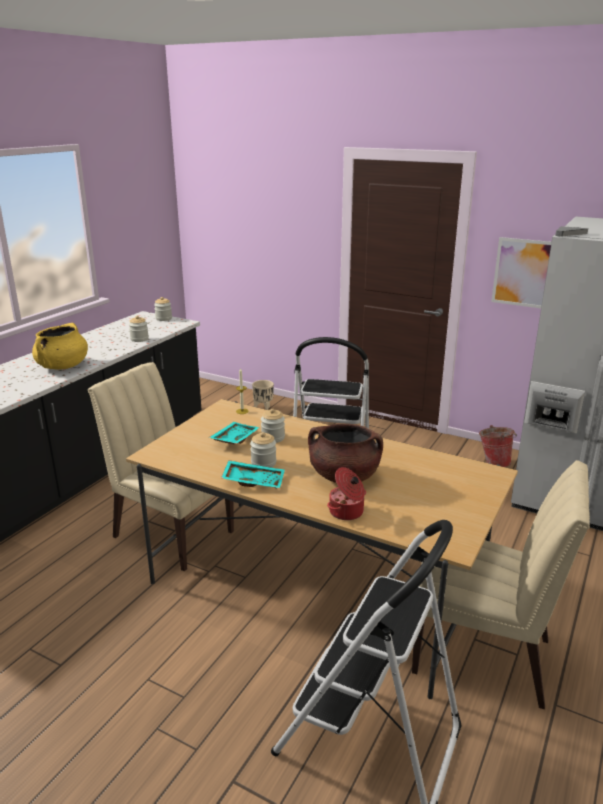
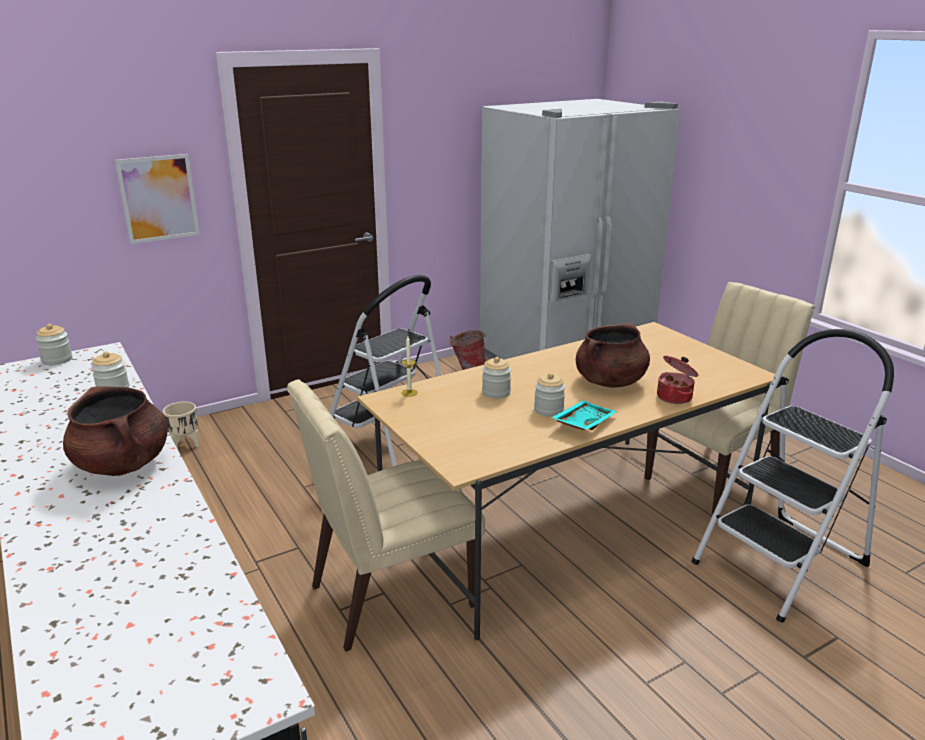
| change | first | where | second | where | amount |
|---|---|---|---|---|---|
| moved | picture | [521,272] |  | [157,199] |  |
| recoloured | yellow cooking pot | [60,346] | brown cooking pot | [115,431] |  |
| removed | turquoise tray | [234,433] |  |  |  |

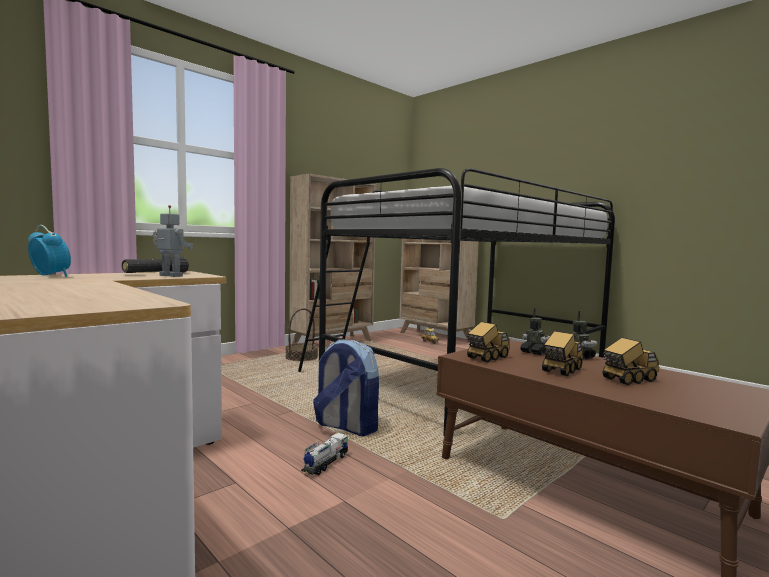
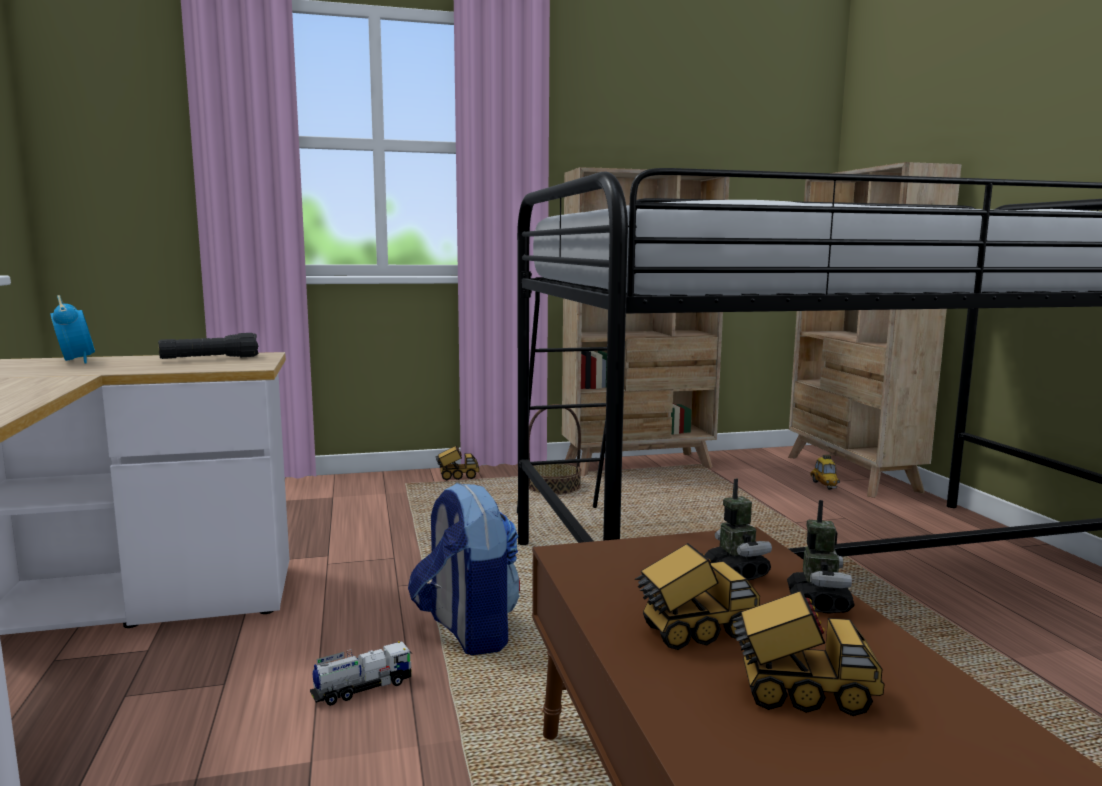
| change | first | where | second | where | amount |
|---|---|---|---|---|---|
| removed | toy robot | [173,241] |  |  |  |
| moved | toy truck | [488,342] |  | [457,463] |  |

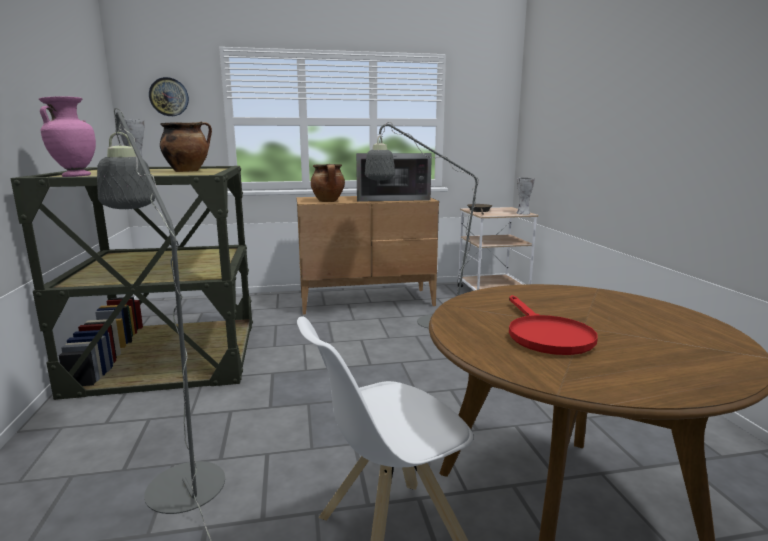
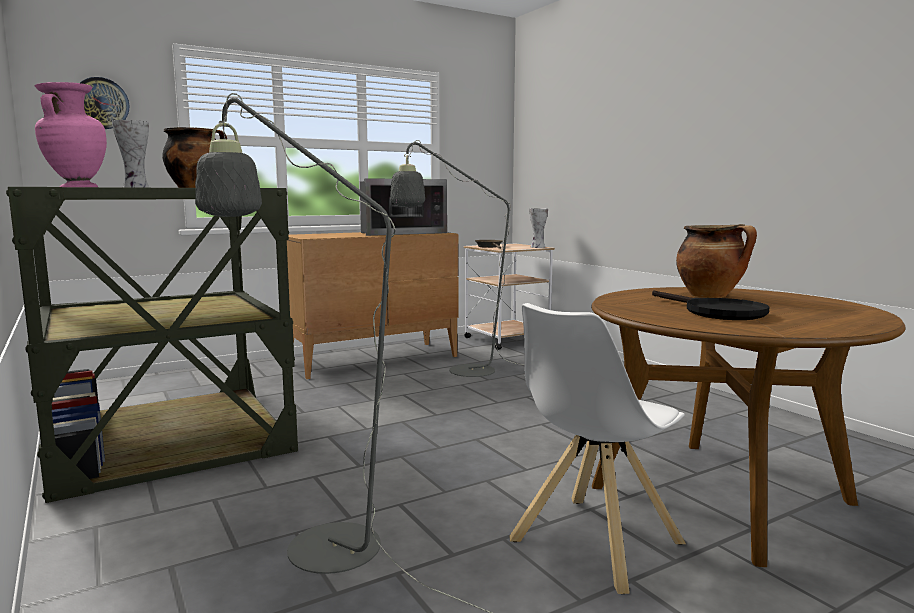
| change | first | where | second | where | amount |
|---|---|---|---|---|---|
| moved | cooking pot | [328,183] |  | [716,261] |  |
| recoloured | red frying pan | [553,325] | black frying pan | [710,305] |  |

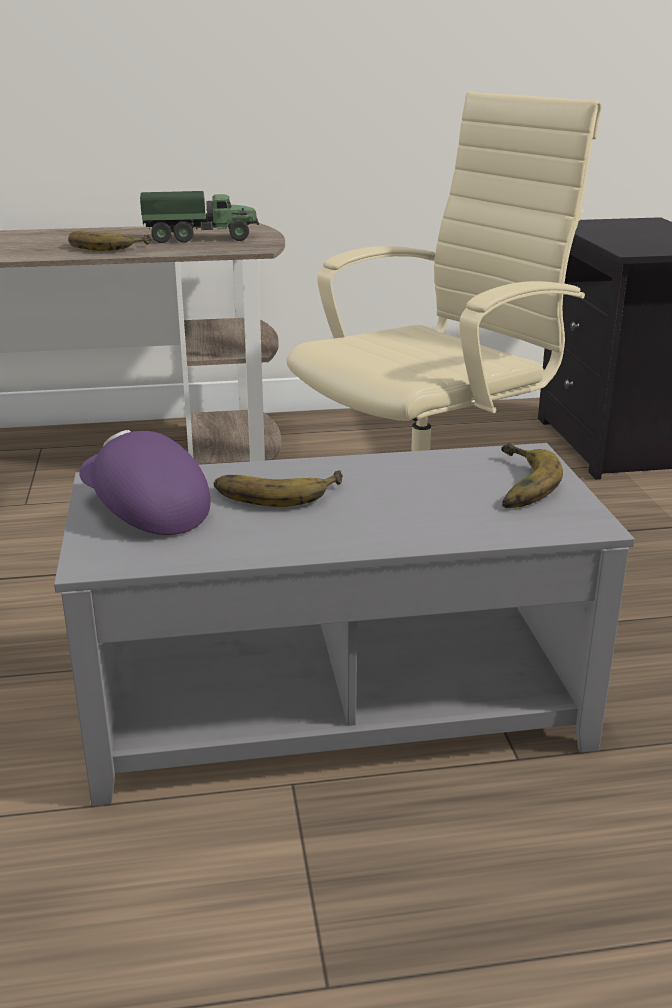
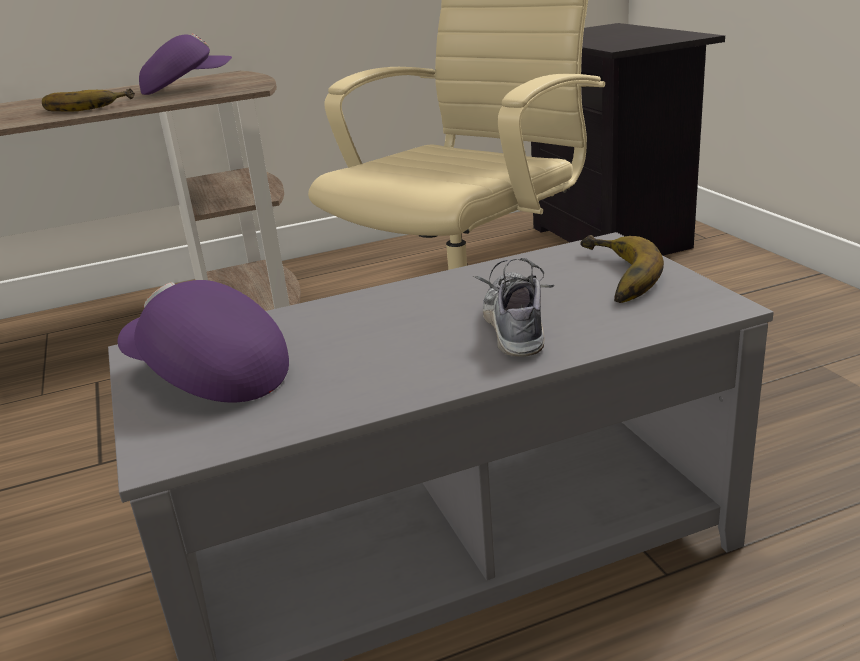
| change | first | where | second | where | amount |
|---|---|---|---|---|---|
| replaced | toy truck | [199,217] | purple cap | [185,64] |  |
| removed | banana | [278,488] |  |  |  |
| added |  |  | shoe | [513,307] |  |

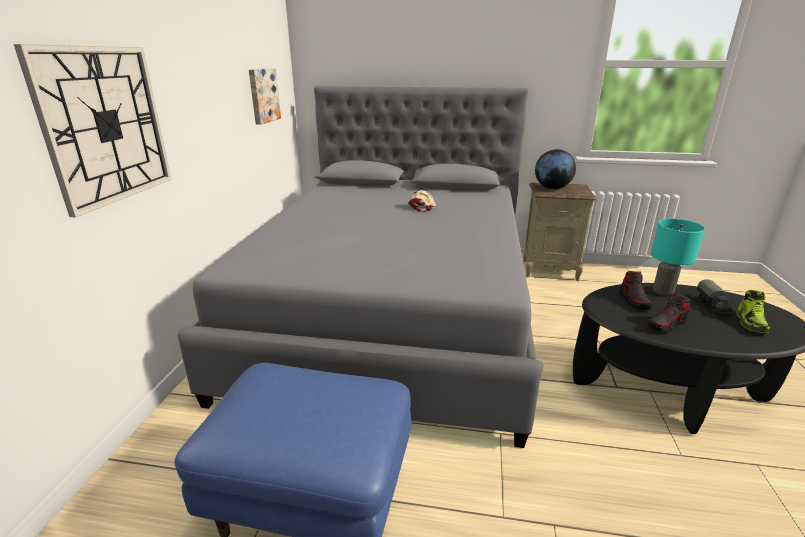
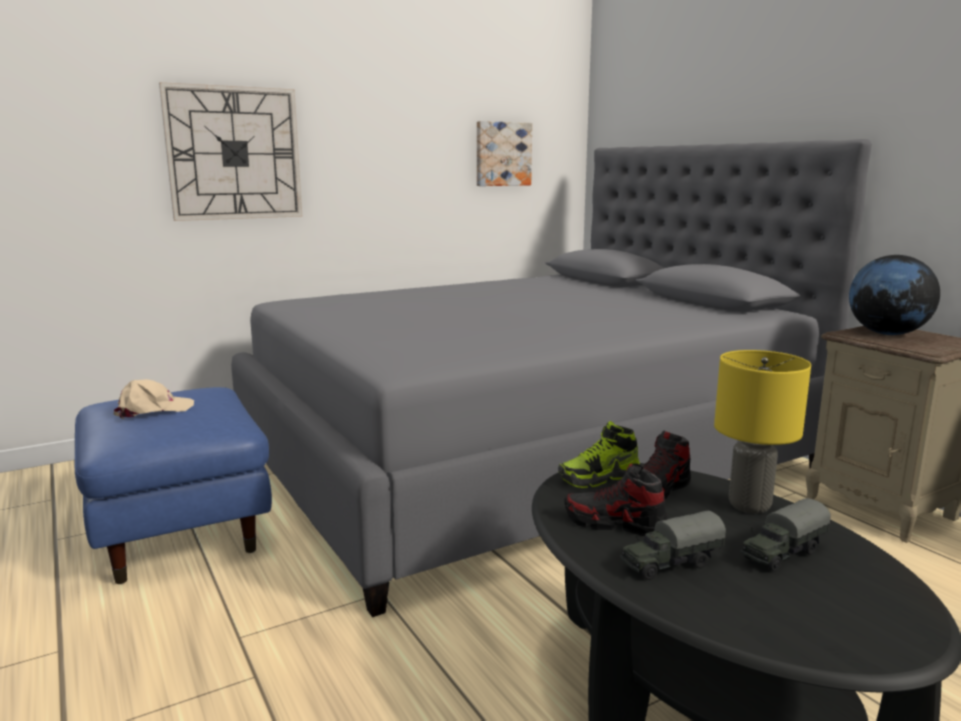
| change | first | where | second | where | amount |
|---|---|---|---|---|---|
| moved | beige cap | [422,200] |  | [153,399] |  |
| recoloured | turquoise table lamp | [678,257] | yellow table lamp | [762,432] |  |
| moved | shoe | [753,312] |  | [599,454] |  |
| added |  |  | toy truck | [673,545] |  |

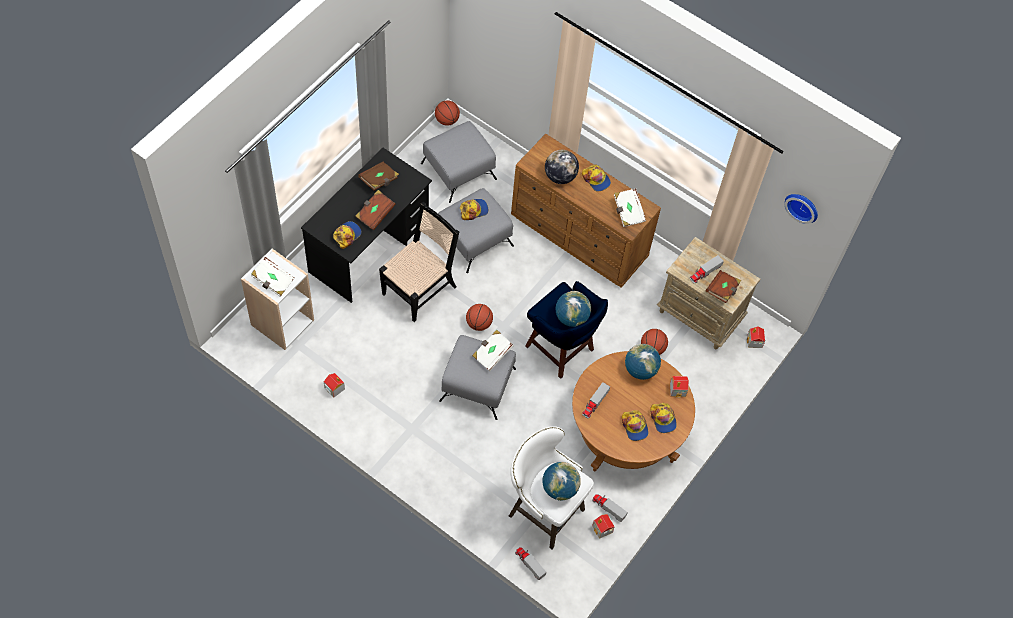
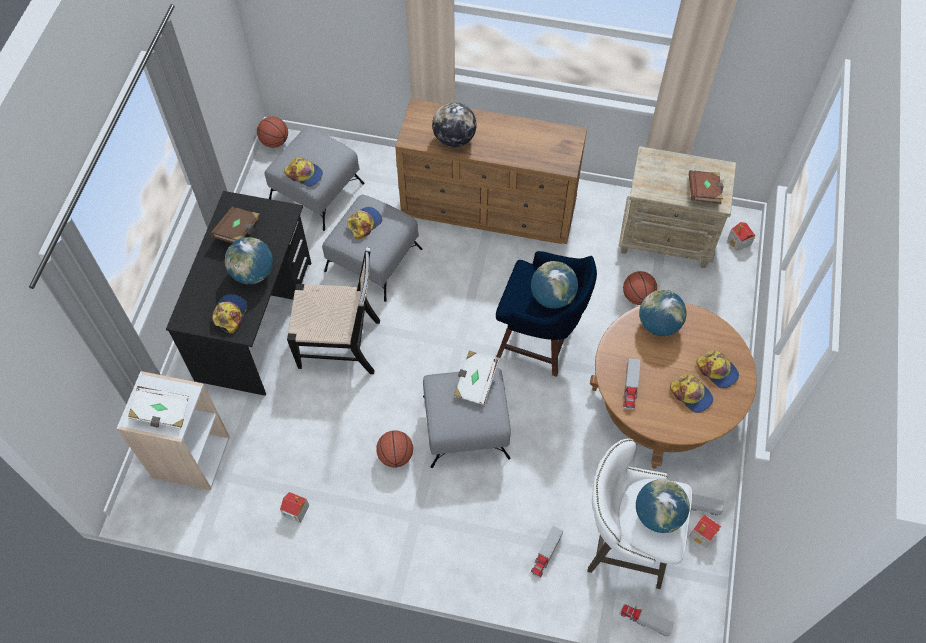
| change | first | where | second | where | amount |
|---|---|---|---|---|---|
| moved | cap | [596,178] |  | [303,172] |  |
| removed | white book | [630,207] |  |  |  |
| replaced | brown book | [375,210] | globe | [249,260] |  |
| removed | wall clock | [801,209] |  |  |  |
| turned | chair | [419,262] |  | [333,310] | 75 degrees clockwise |
| moved | toy truck | [707,269] |  | [547,552] |  |
| moved | basketball | [479,317] |  | [394,449] |  |
| removed | toy house | [679,386] |  |  |  |

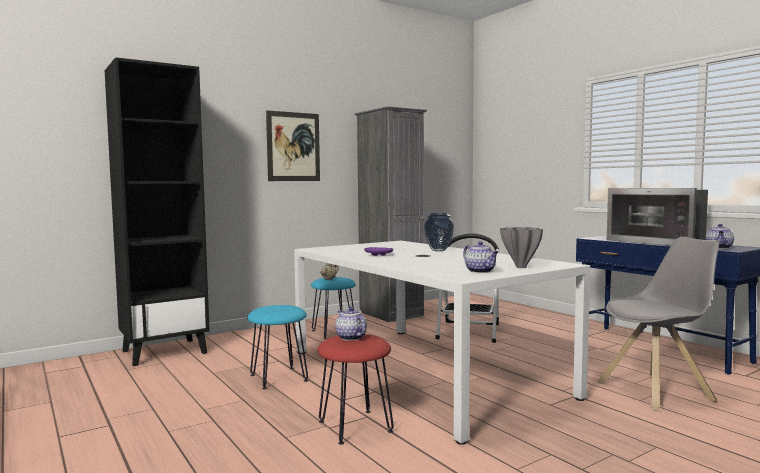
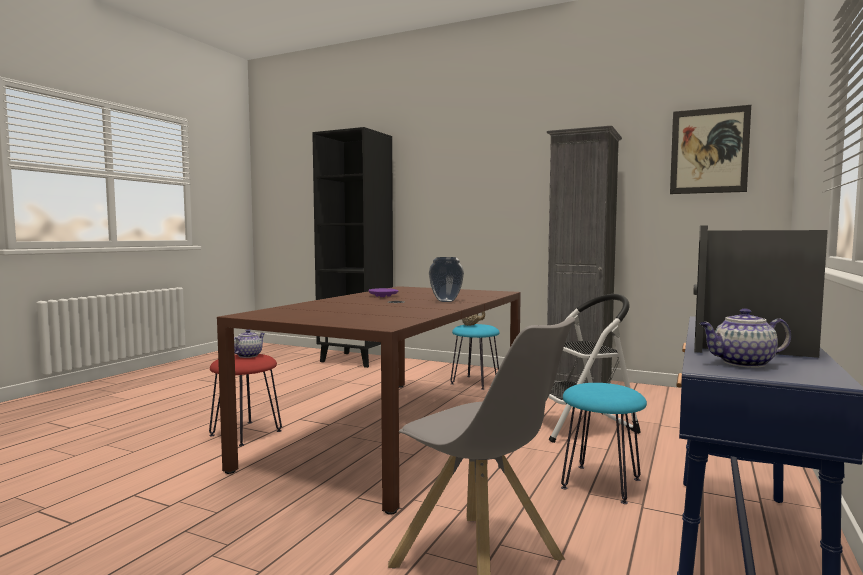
| change | first | where | second | where | amount |
|---|---|---|---|---|---|
| moved | picture | [293,145] |  | [710,149] |  |
| removed | grey vase | [521,247] |  |  |  |
| recoloured | white dining table | [442,343] | brown dining table | [369,400] |  |
| removed | teapot | [481,257] |  |  |  |
| moved | turquoise stool | [277,347] |  | [604,443] |  |

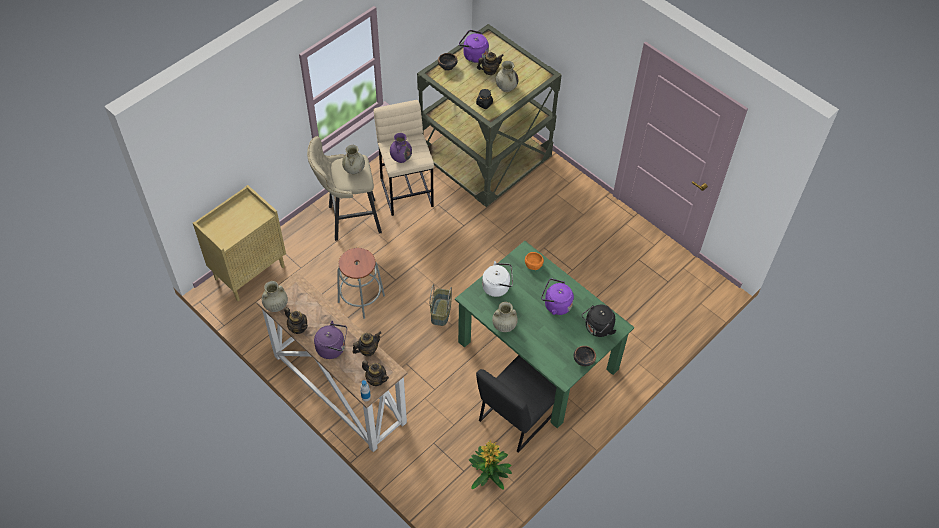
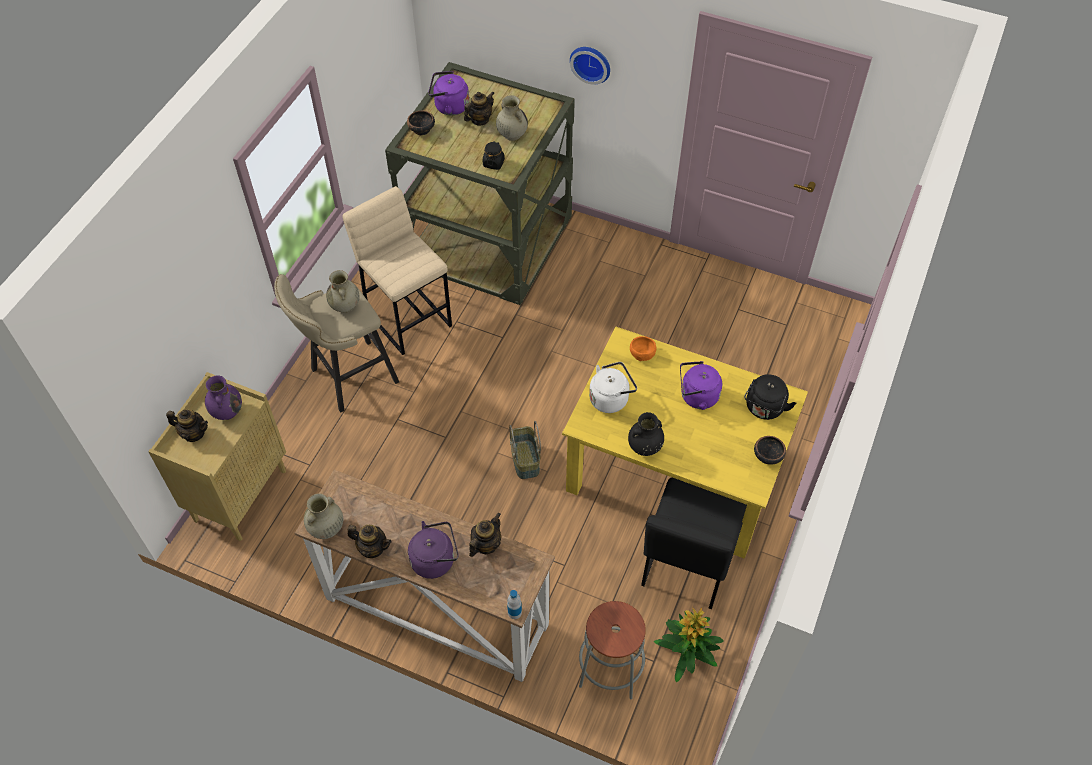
| change | first | where | second | where | amount |
|---|---|---|---|---|---|
| moved | purple vase | [401,148] |  | [223,397] |  |
| recoloured | green dining table | [545,334] | yellow dining table | [685,443] |  |
| moved | grey stool | [361,283] |  | [612,650] |  |
| recoloured | beige vase | [505,317] | black vase | [646,434] |  |
| moved | teapot | [375,373] |  | [187,425] |  |
| added |  |  | wall clock | [590,66] |  |

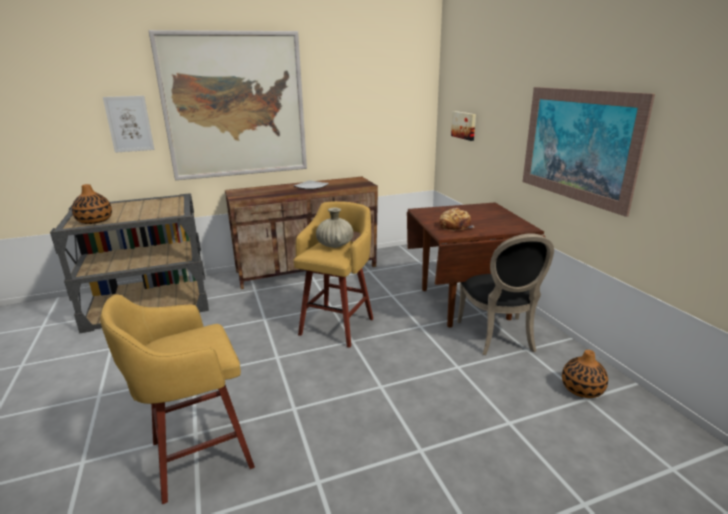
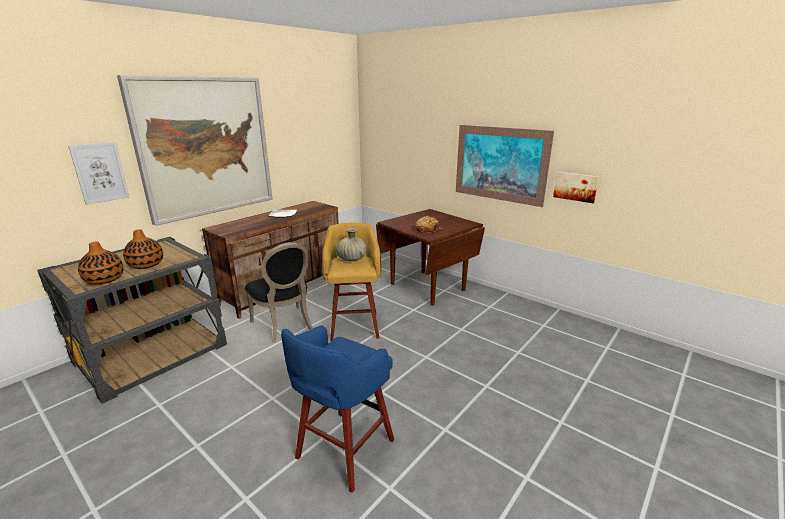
| change | first | where | second | where | amount |
|---|---|---|---|---|---|
| moved | picture | [463,126] |  | [576,187] |  |
| moved | black chair | [505,294] |  | [279,292] |  |
| recoloured | yellow stool | [177,399] | blue stool | [337,409] |  |
| moved | vase | [585,374] |  | [143,249] |  |

